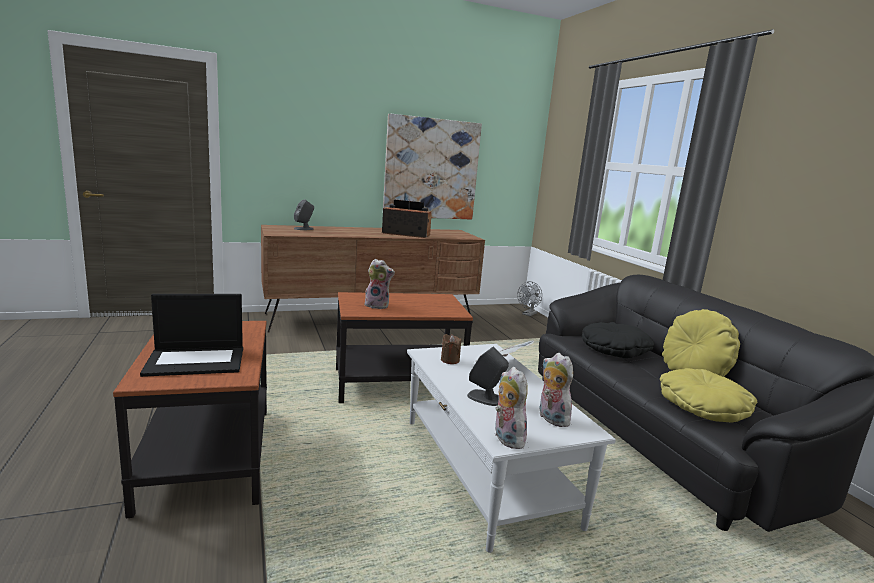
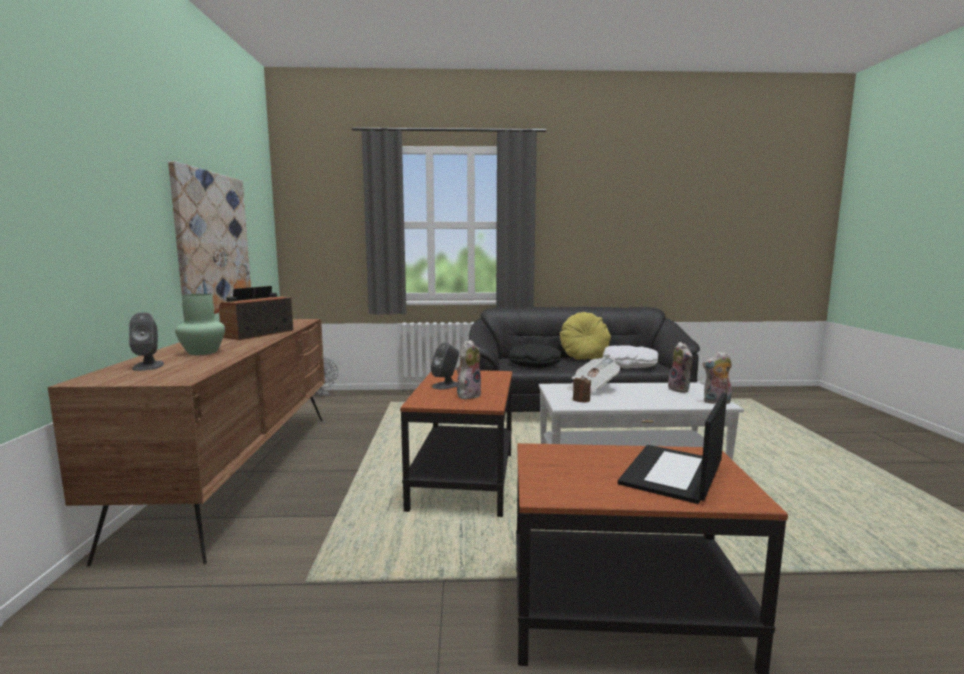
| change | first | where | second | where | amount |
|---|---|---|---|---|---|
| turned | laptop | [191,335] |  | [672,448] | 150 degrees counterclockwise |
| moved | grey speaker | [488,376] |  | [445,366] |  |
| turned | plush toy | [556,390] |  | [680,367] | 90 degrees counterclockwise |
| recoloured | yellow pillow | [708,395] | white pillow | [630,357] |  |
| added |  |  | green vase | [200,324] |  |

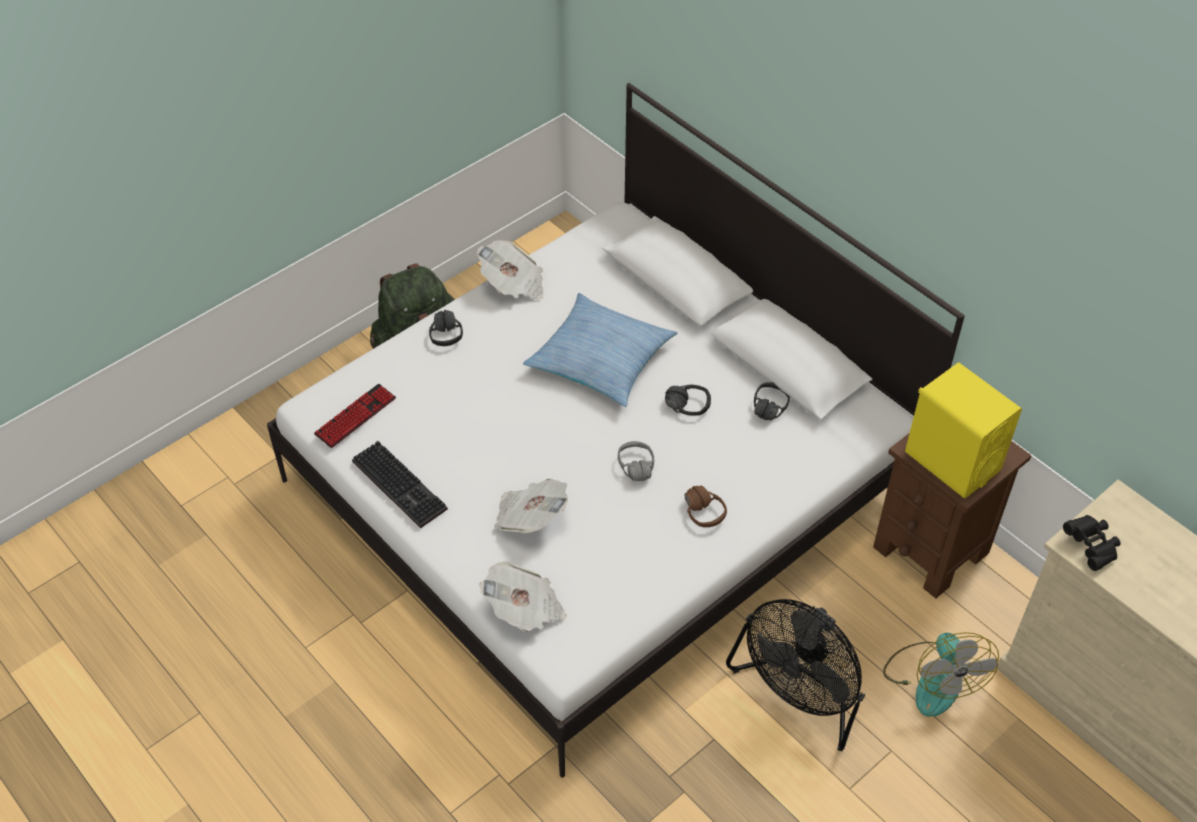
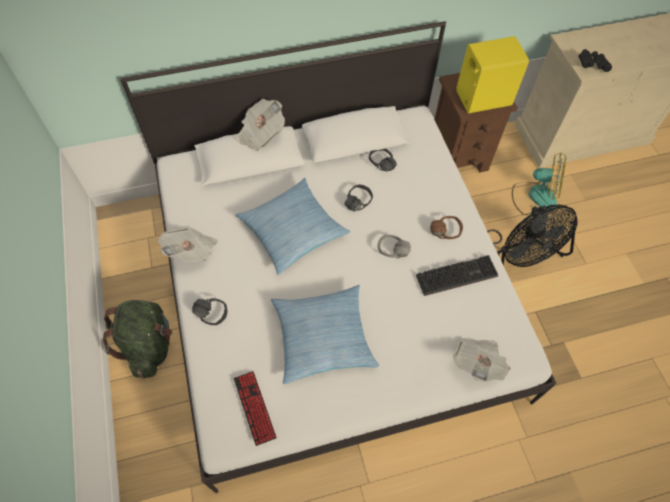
| change | first | where | second | where | amount |
|---|---|---|---|---|---|
| moved | keyboard | [400,484] |  | [457,275] |  |
| moved | newspaper | [531,505] |  | [260,125] |  |
| added |  |  | pillow | [325,334] |  |

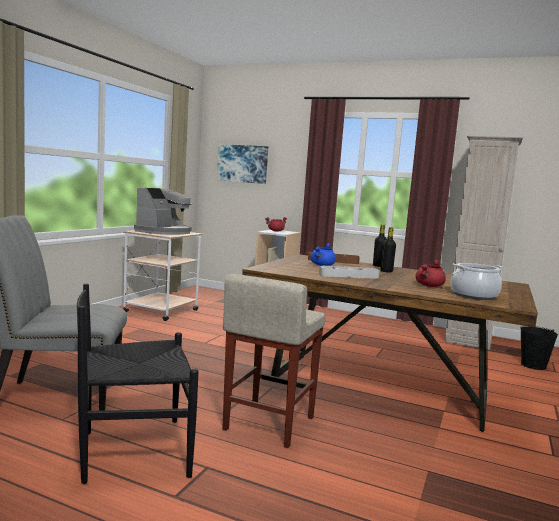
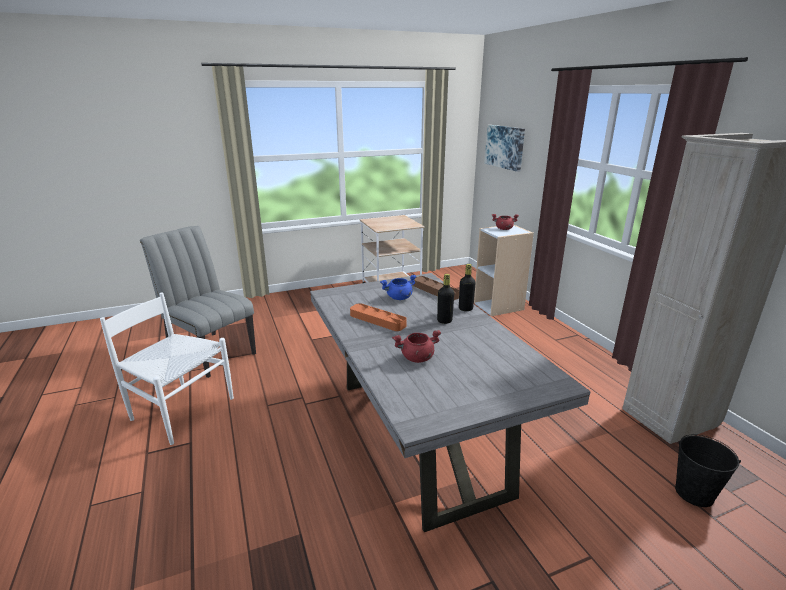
| change | first | where | second | where | amount |
|---|---|---|---|---|---|
| removed | coffee machine | [163,211] |  |  |  |
| recoloured | brown dining table | [390,343] | grey dining table | [450,402] |  |
| removed | cooking pot | [476,281] |  |  |  |
| recoloured | grey tray | [349,272] | orange tray | [378,317] |  |
| removed | beige stool | [274,361] |  |  |  |
| recoloured | black chair | [137,384] | white chair | [167,368] |  |

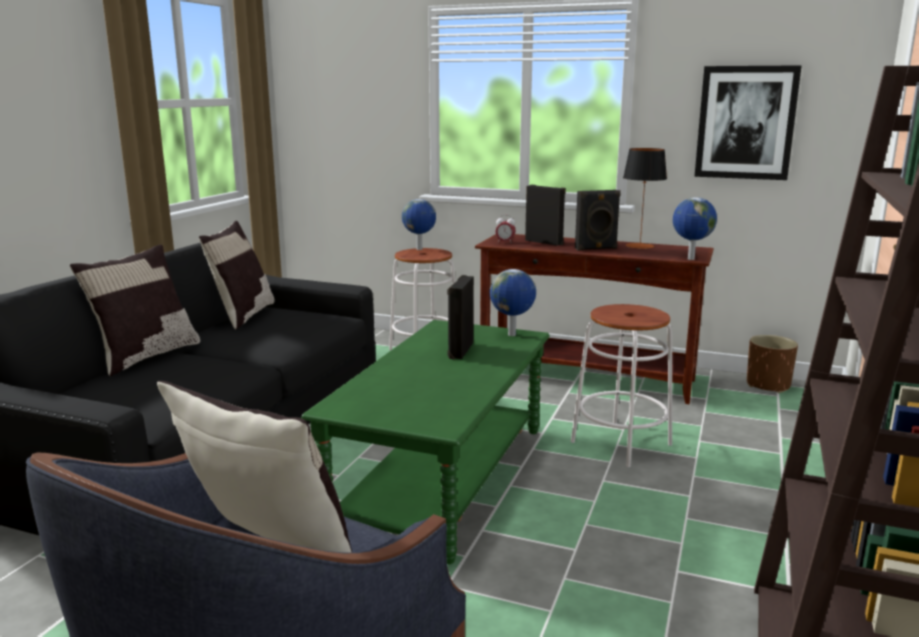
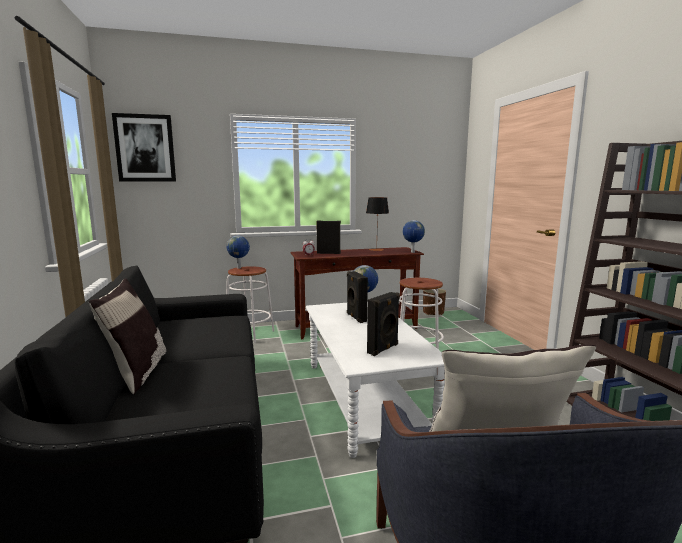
| change | first | where | second | where | amount |
|---|---|---|---|---|---|
| moved | picture | [748,122] |  | [144,147] |  |
| moved | black speaker | [598,220] |  | [383,324] |  |
| removed | pillow | [237,275] |  |  |  |
| recoloured | green coffee table | [425,442] | white coffee table | [375,379] |  |

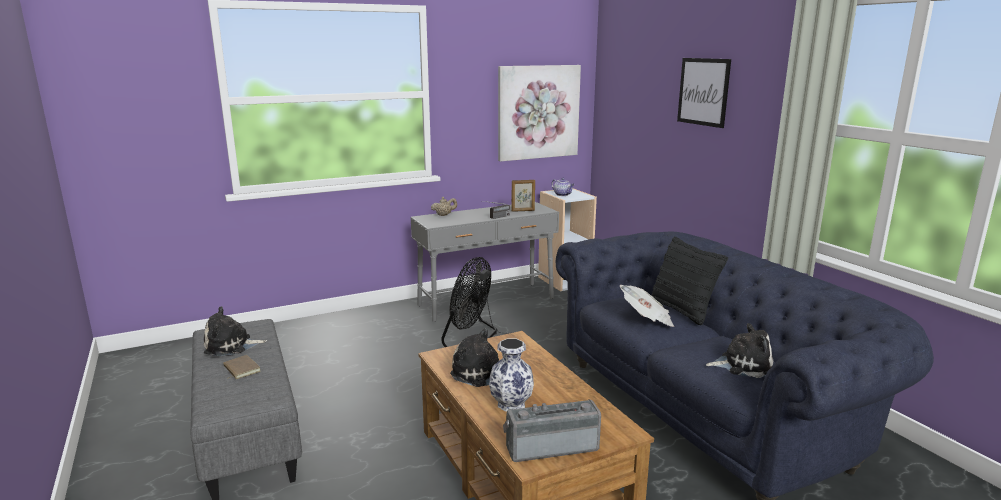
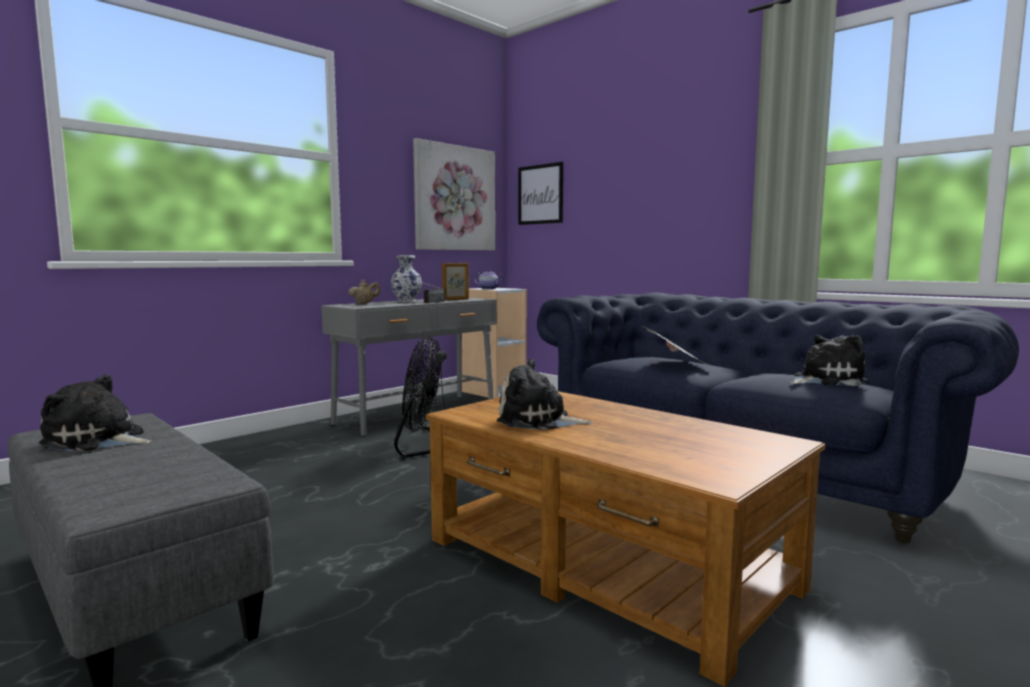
| change | first | where | second | where | amount |
|---|---|---|---|---|---|
| moved | picture | [704,93] |  | [540,193] |  |
| removed | black pillow | [690,281] |  |  |  |
| turned | plush toy | [235,331] |  | [95,412] | 45 degrees clockwise |
| moved | vase | [511,375] |  | [406,278] |  |
| removed | brown book | [242,367] |  |  |  |
| removed | radio | [552,430] |  |  |  |

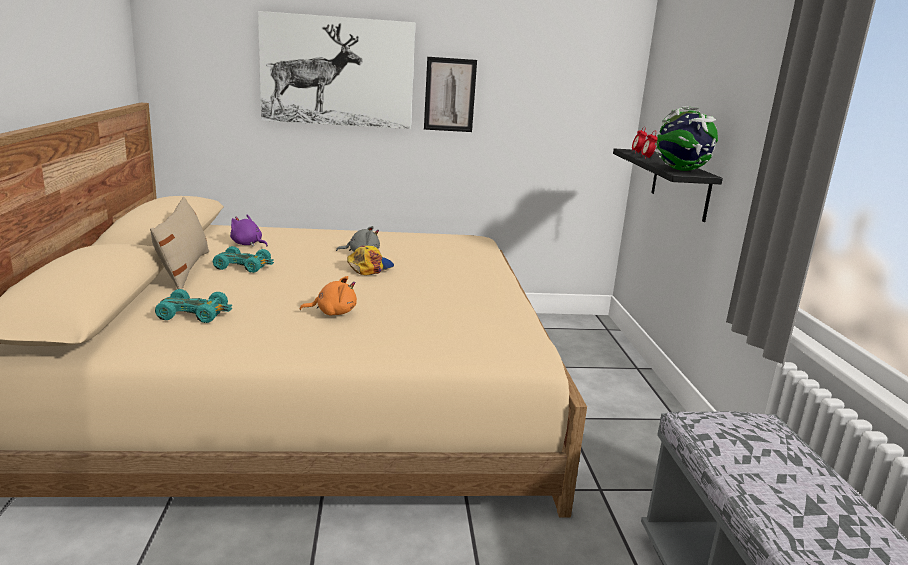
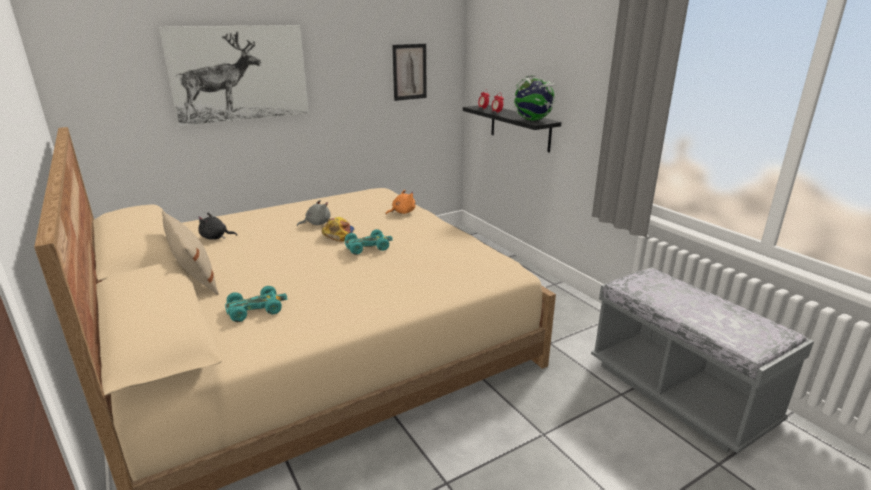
| change | first | where | second | where | amount |
|---|---|---|---|---|---|
| moved | picture | [450,94] |  | [409,72] |  |
| recoloured | purple plush toy | [249,231] | black plush toy | [217,226] |  |
| moved | turquoise toy car | [243,259] |  | [369,242] |  |
| moved | orange plush toy | [328,295] |  | [401,202] |  |

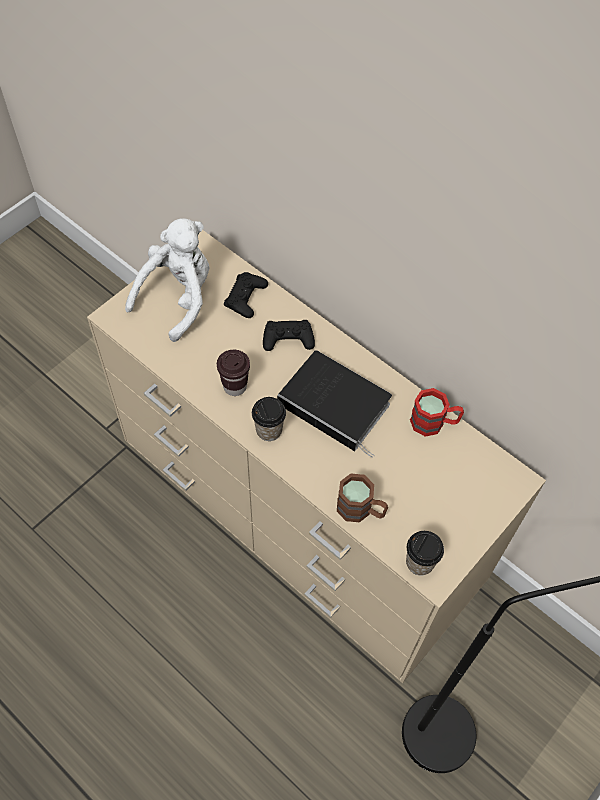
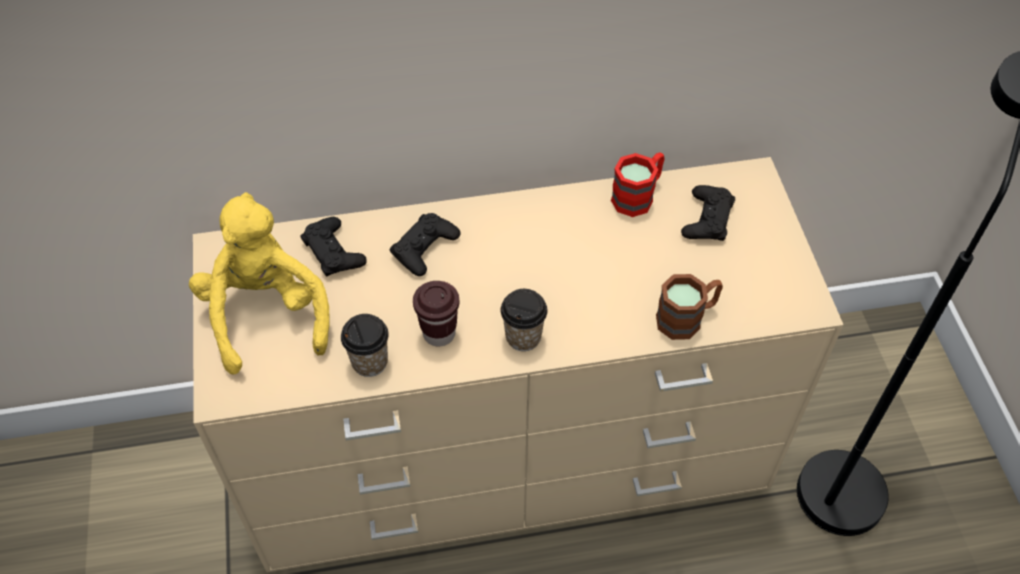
| change | first | where | second | where | amount |
|---|---|---|---|---|---|
| recoloured | white plush toy | [167,280] | yellow plush toy | [259,283] |  |
| removed | book | [334,404] |  |  |  |
| moved | cup | [425,553] |  | [365,345] |  |
| added |  |  | black game controller | [708,213] |  |

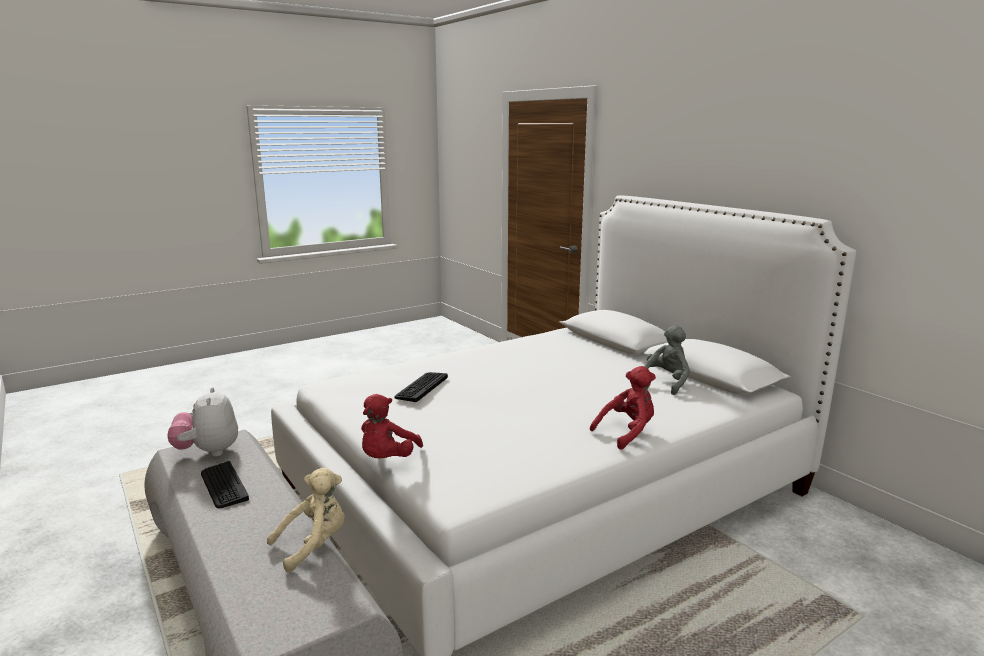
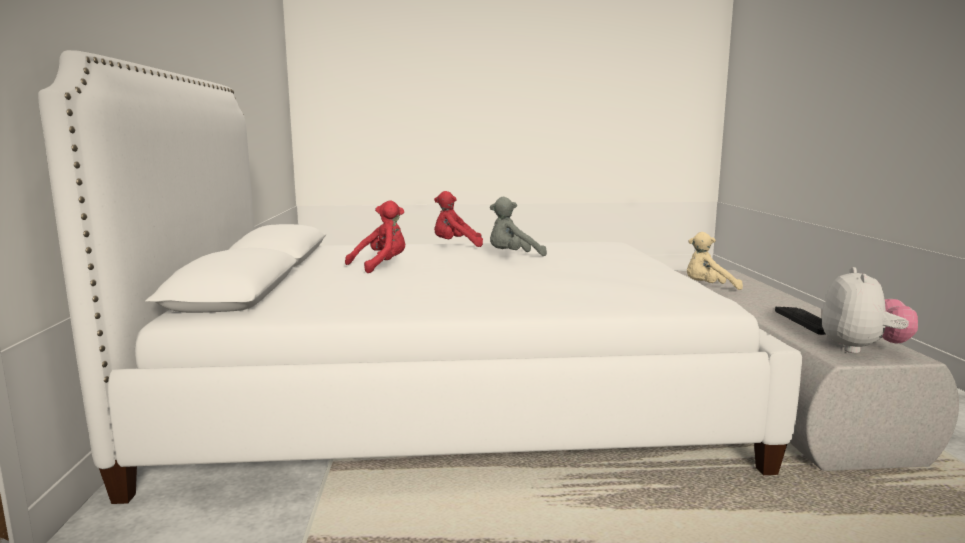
| change | first | where | second | where | amount |
|---|---|---|---|---|---|
| moved | grey plush toy | [667,360] |  | [518,226] |  |
| removed | keyboard | [421,387] |  |  |  |
| moved | red plush toy | [392,426] |  | [375,237] |  |

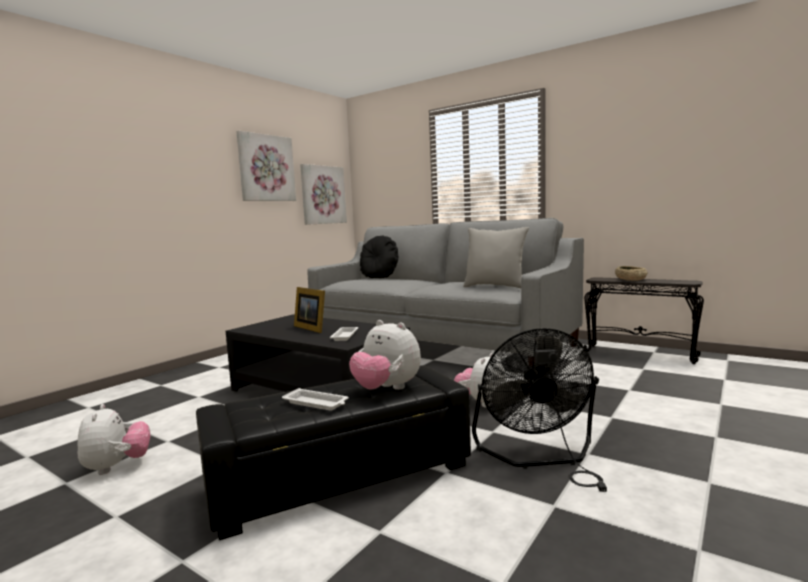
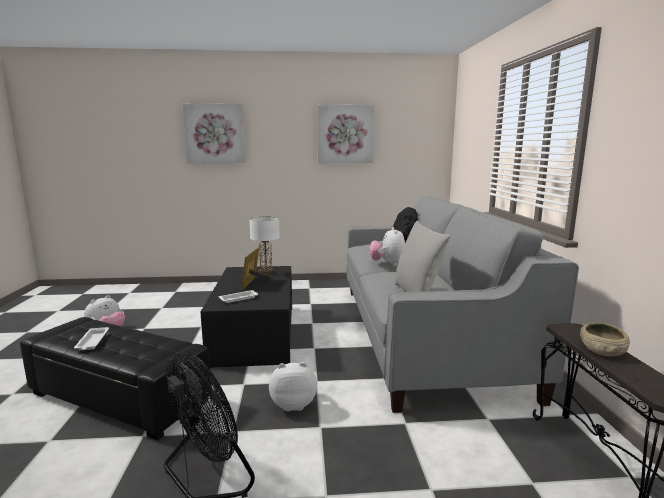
| change | first | where | second | where | amount |
|---|---|---|---|---|---|
| moved | picture | [323,194] |  | [213,133] |  |
| moved | plush toy | [385,355] |  | [387,246] |  |
| added |  |  | table lamp | [264,245] |  |

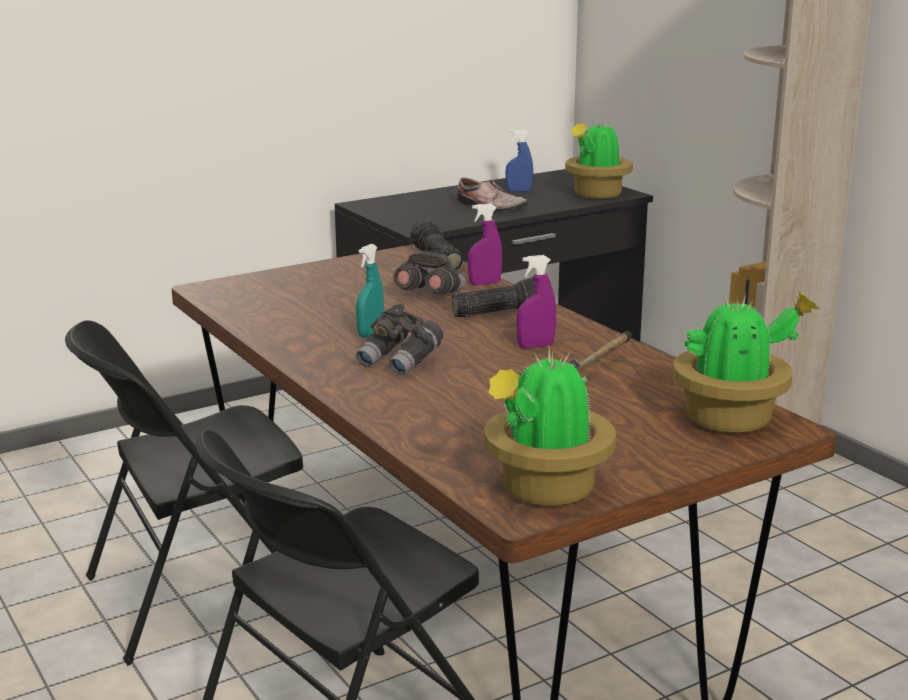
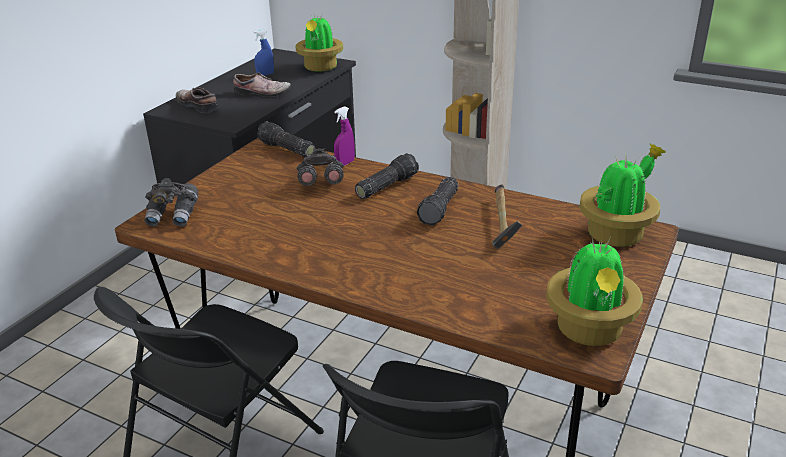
| change | first | where | second | where | amount |
|---|---|---|---|---|---|
| removed | turquoise spray bottle | [370,291] |  |  |  |
| replaced | purple spray bottle | [536,301] | flashlight | [437,201] |  |
| moved | grey binoculars | [399,340] |  | [171,202] |  |
| added |  |  | shoe | [197,100] |  |

